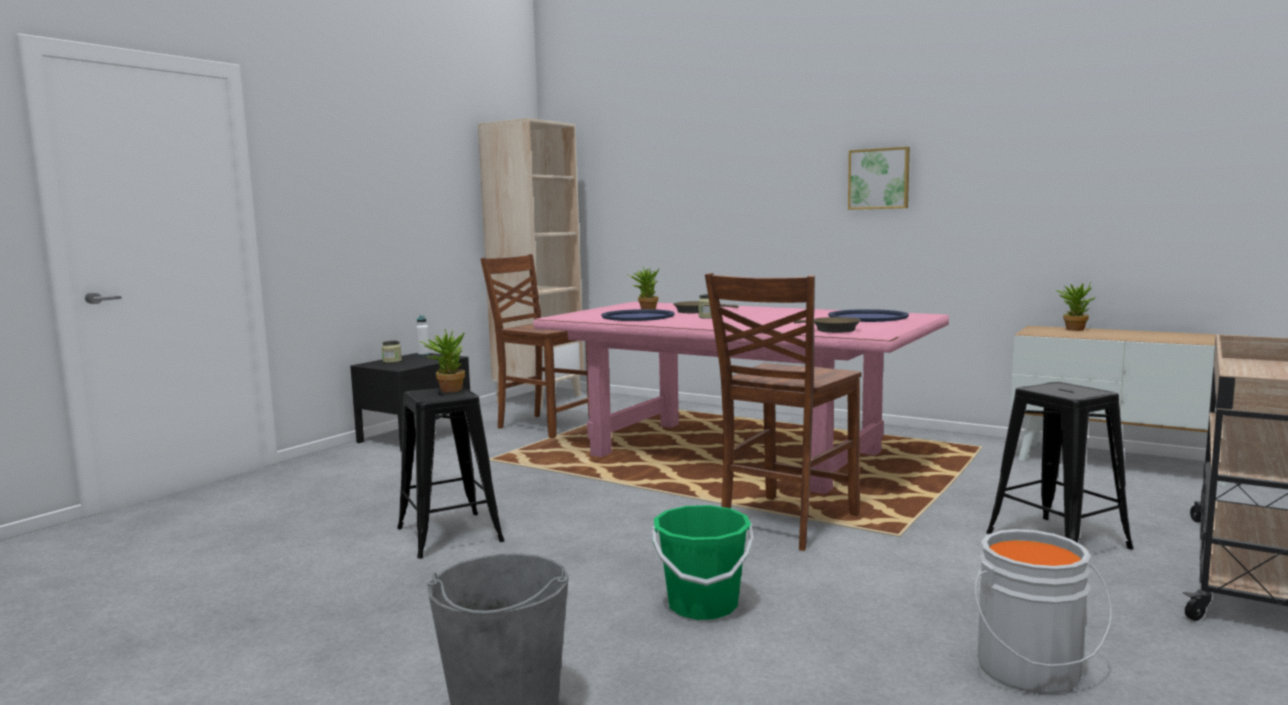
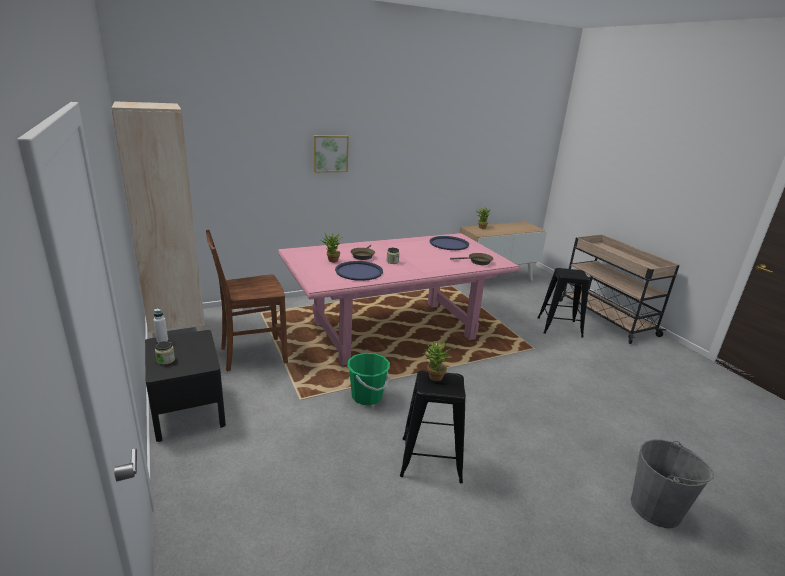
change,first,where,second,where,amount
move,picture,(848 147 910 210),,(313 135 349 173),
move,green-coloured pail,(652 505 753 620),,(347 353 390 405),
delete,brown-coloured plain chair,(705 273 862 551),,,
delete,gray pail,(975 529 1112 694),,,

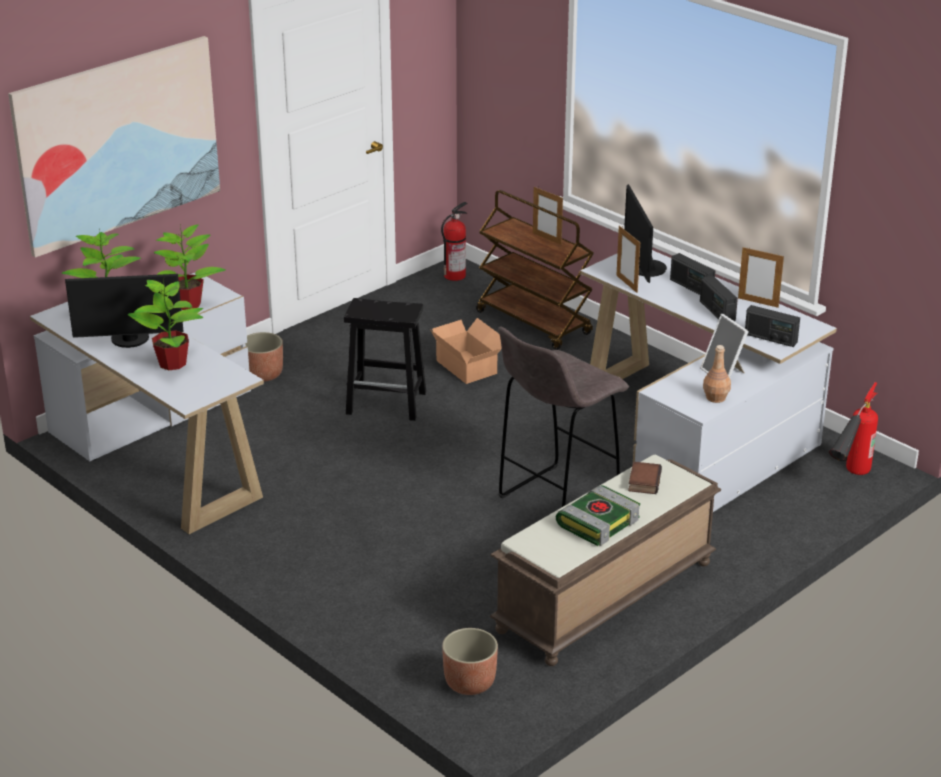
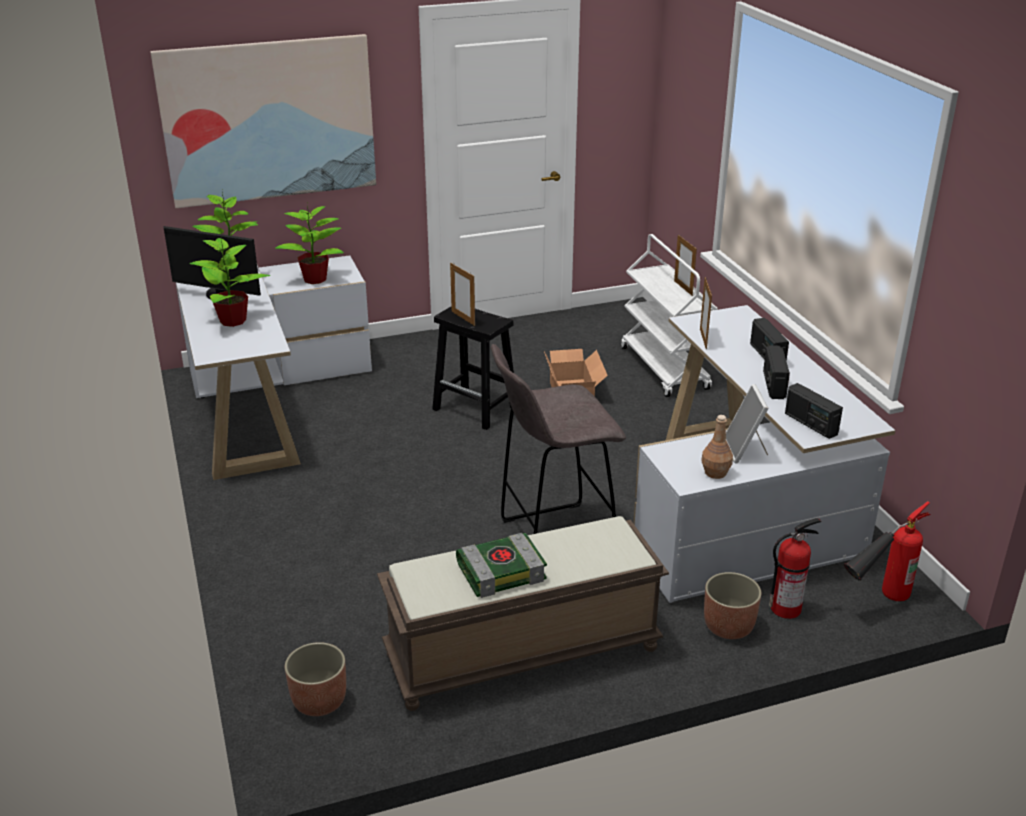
change,first,where,second,where,amount
move,standing frame,(738 247 784 308),,(450 263 475 326),
recolor,brown-coloured cart,(476 190 594 350),white-coloured cart,(621 234 718 397),
move,plant pot,(245 332 283 382),,(704 572 761 639),
move,fire-fighting cylinder,(441 202 468 281),,(769 518 821 619),
delete,computer display,(624 184 667 283),,,
delete,bound book,(628 462 662 494),,,

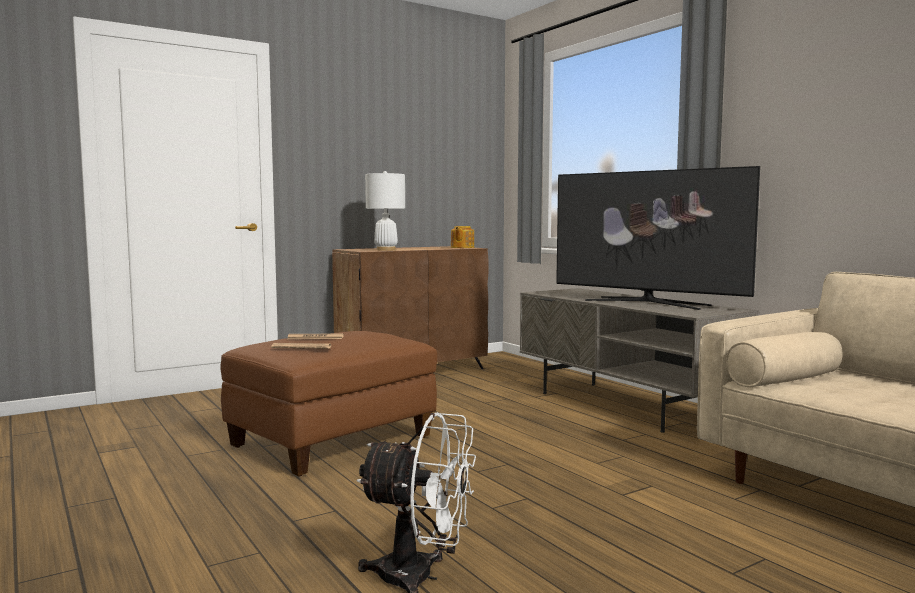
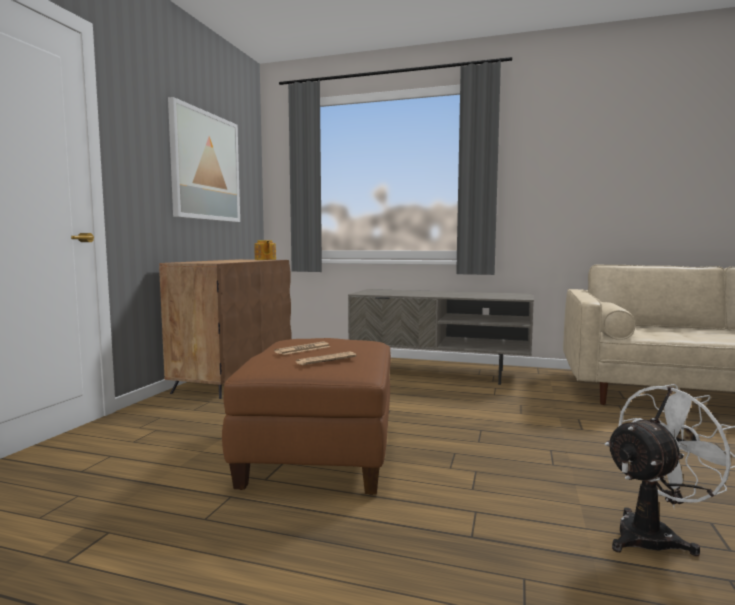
change,first,where,second,where,amount
insert,,,picture,(168 97 240 222),
delete,white-coloured tabletop lamp,(365 171 405 251),,,
delete,television,(556 166 760 310),,,

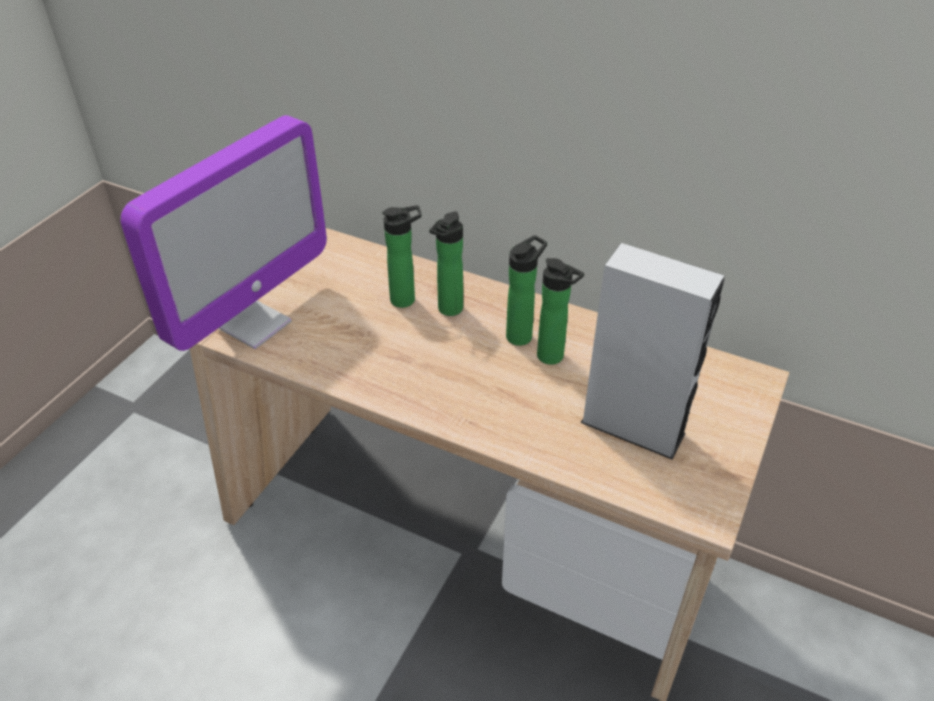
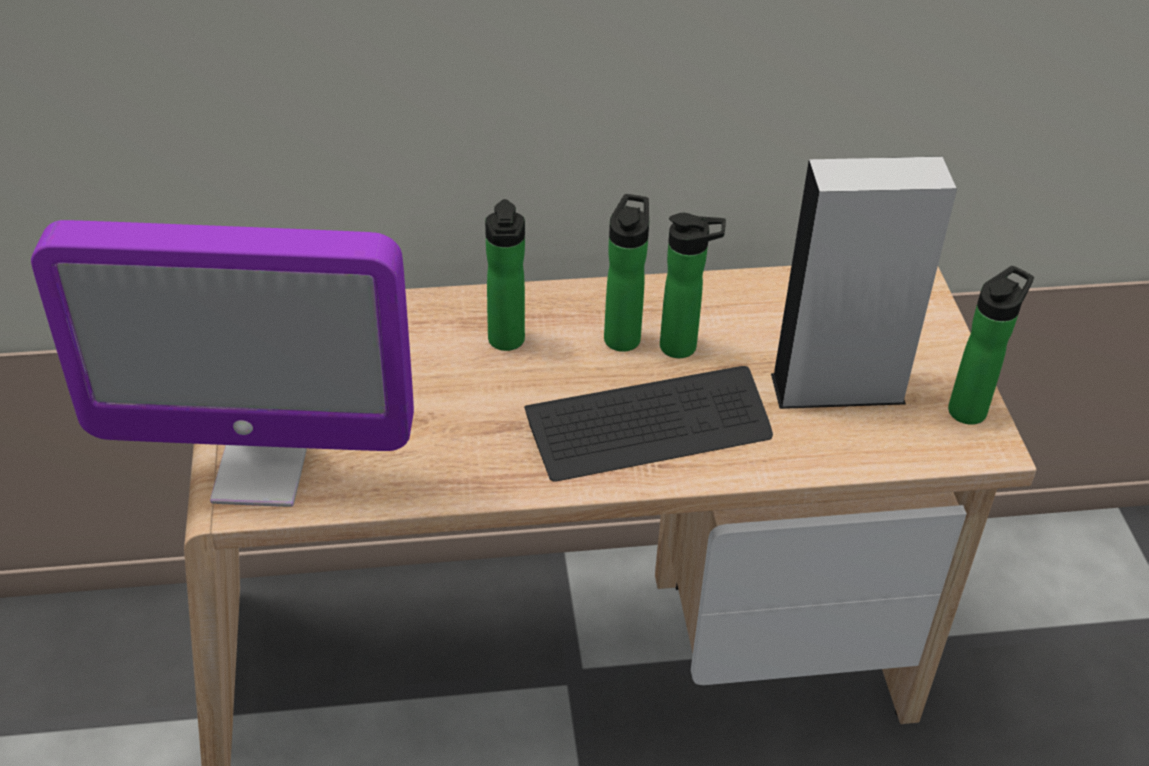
change,first,where,second,where,amount
rotate,computer display,(120 115 327 351),,(31 220 414 507),90 degrees clockwise
insert,,,keyboard,(524 366 773 482),
move,bottle,(382 205 422 308),,(948 266 1034 425),

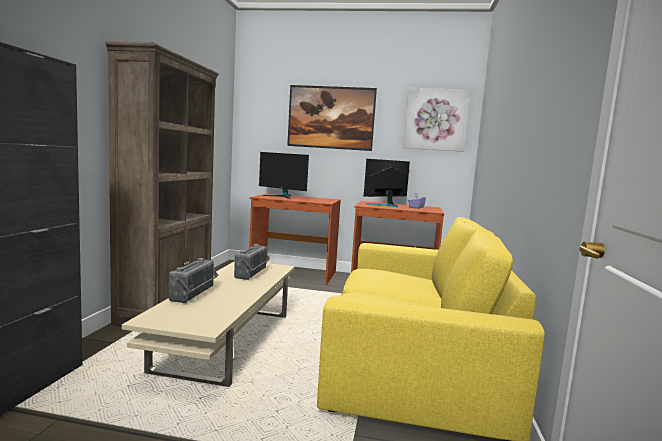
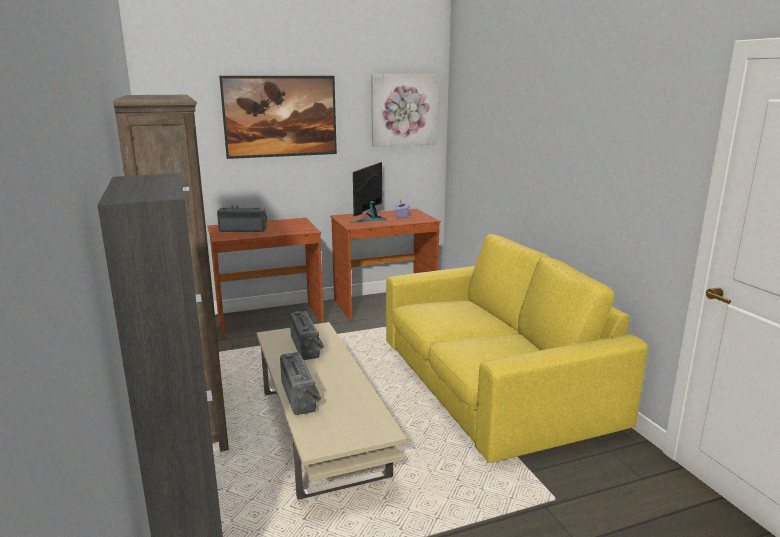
change,first,where,second,where,amount
replace,computer display,(259 152 309 199),radio,(217 205 268 232),

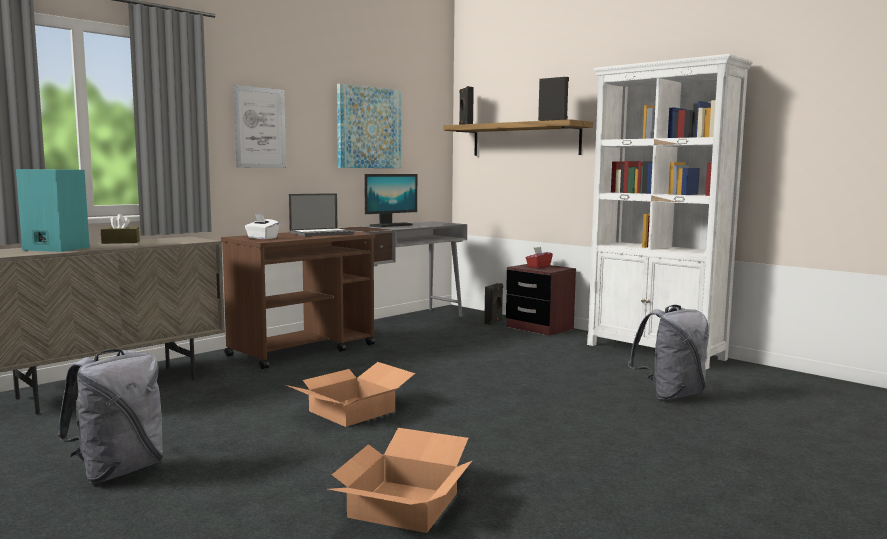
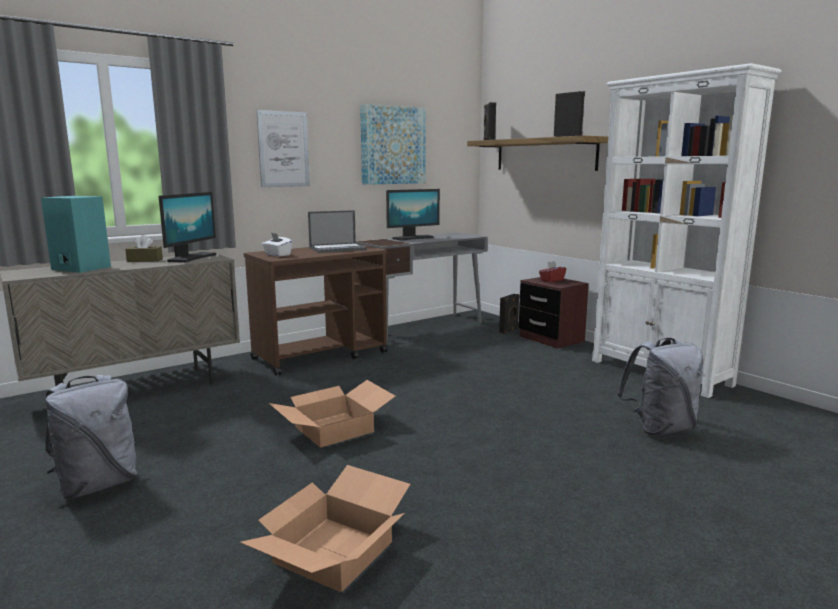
change,first,where,second,where,amount
insert,,,computer display,(159 192 216 263),

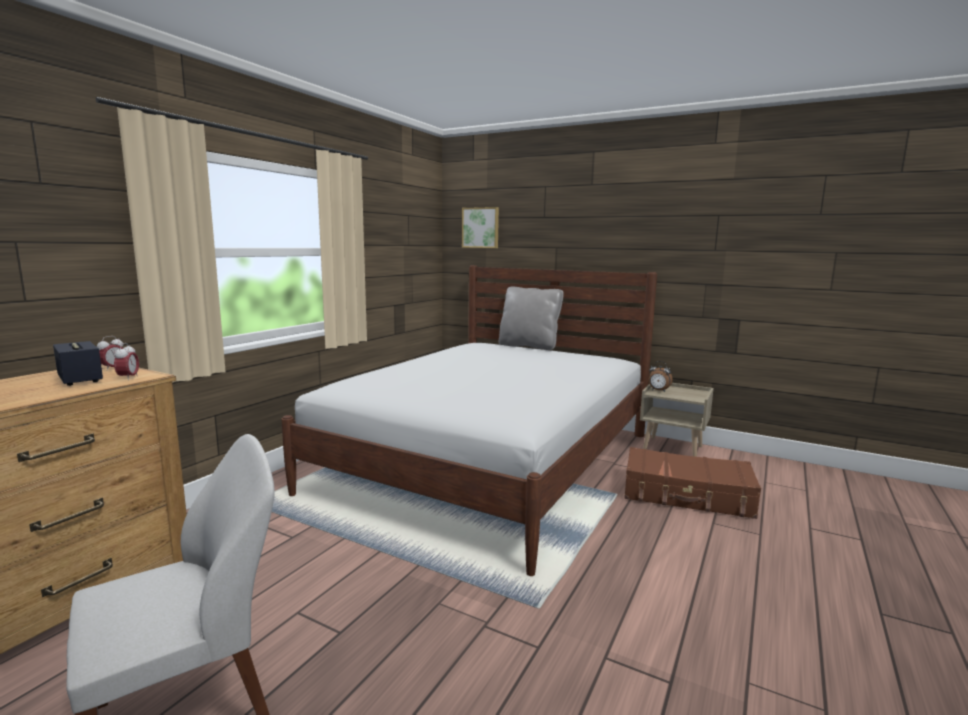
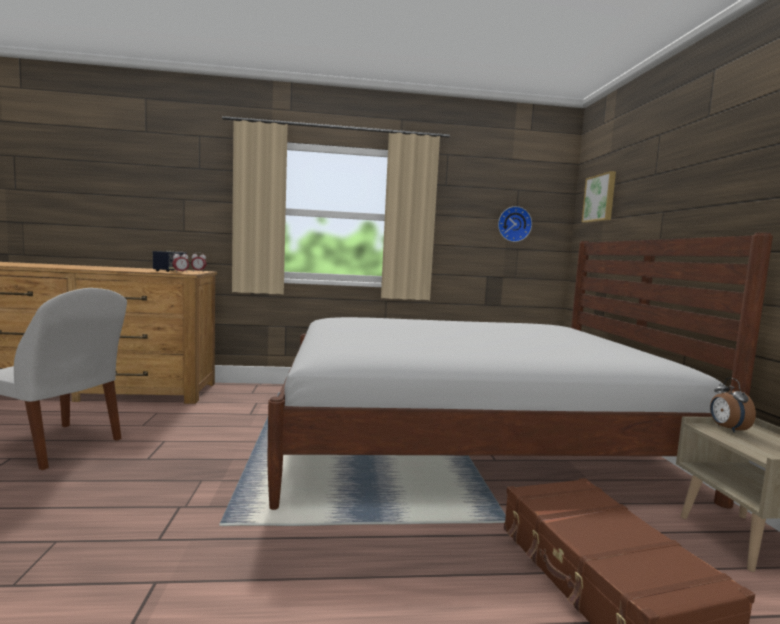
change,first,where,second,where,amount
insert,,,hanging clock,(498 206 532 242),
delete,gray pillow,(499 286 564 350),,,

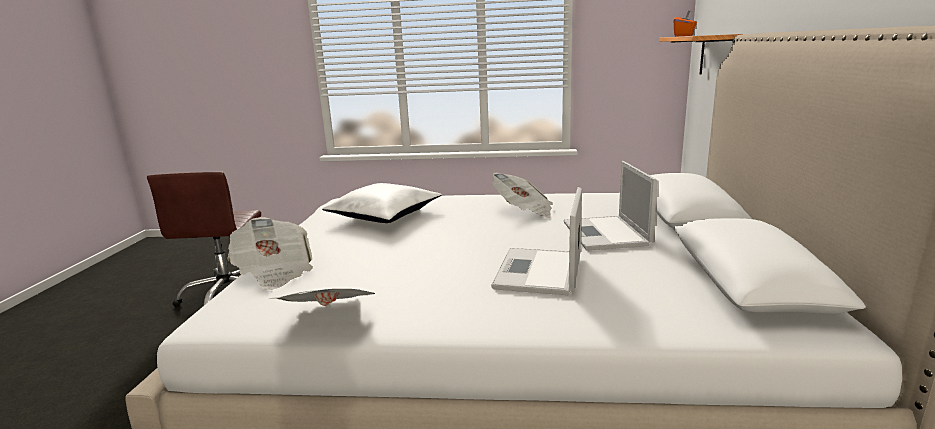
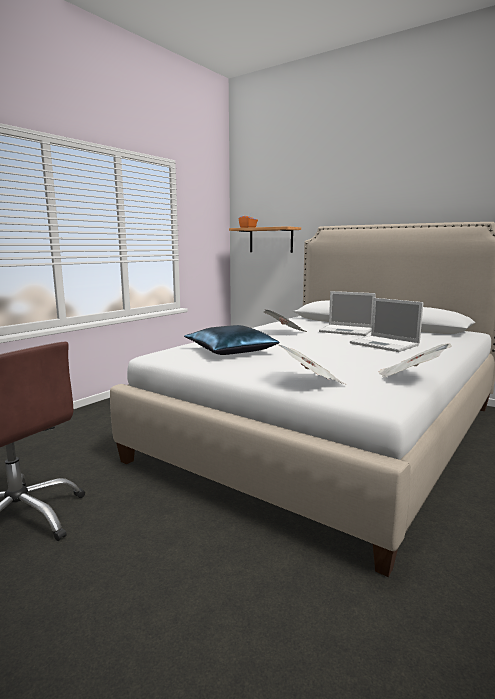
change,first,where,second,where,amount
recolor,white-coloured pillow,(322 183 442 223),bluish pillow,(184 325 279 355),

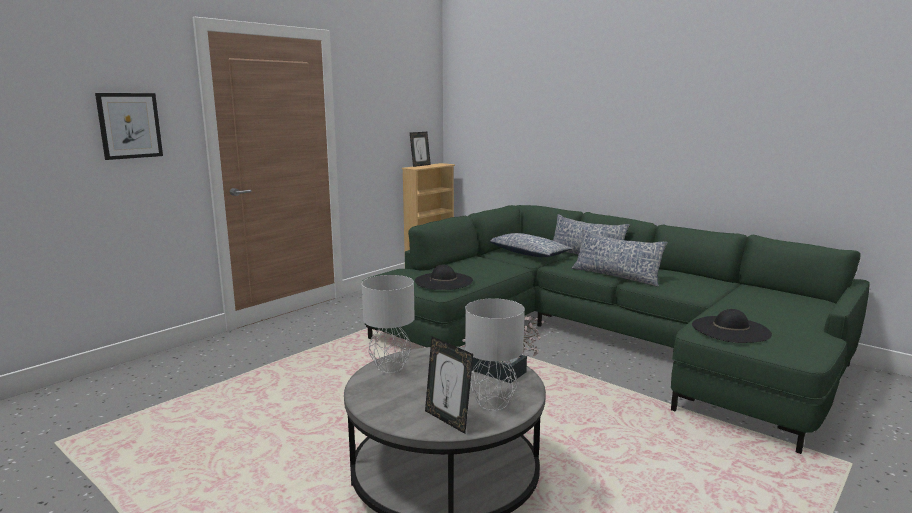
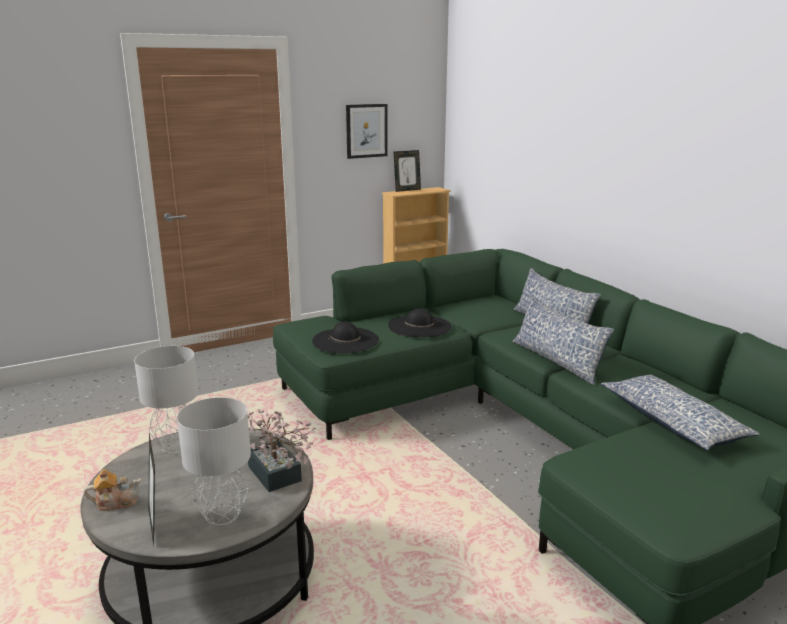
change,first,where,second,where,amount
insert,,,tea pot,(84 469 141 511),
move,picture,(95 93 163 160),,(346 104 388 159),
move,blackish wearable hat,(692 309 772 343),,(388 308 451 337),
move,pillow,(490 233 573 257),,(601 375 760 451),

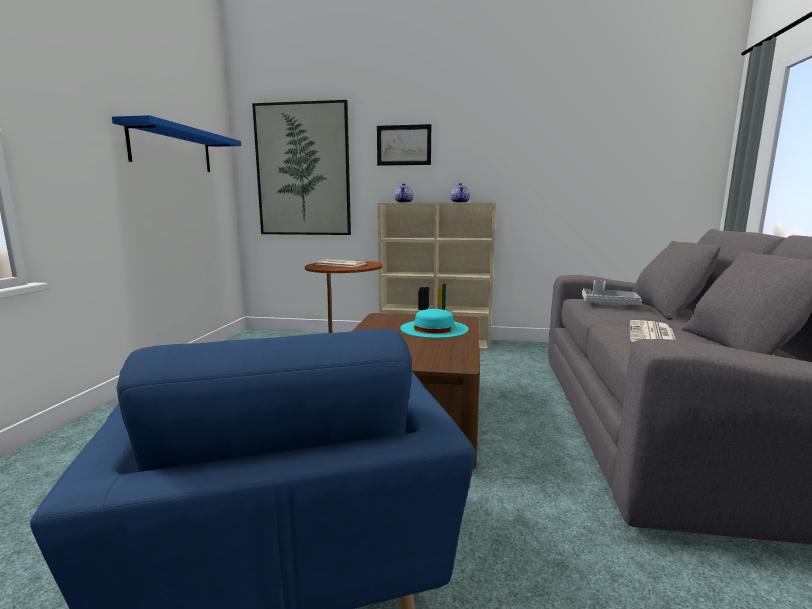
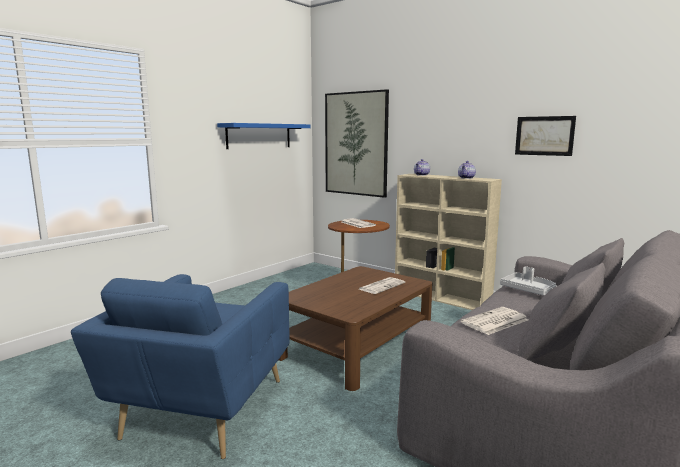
change,first,where,second,where,amount
replace,turquoise wearable hat,(400 309 468 338),newspaper,(359 277 405 294),
move,picture,(377 124 431 166),,(515 116 576 156),

